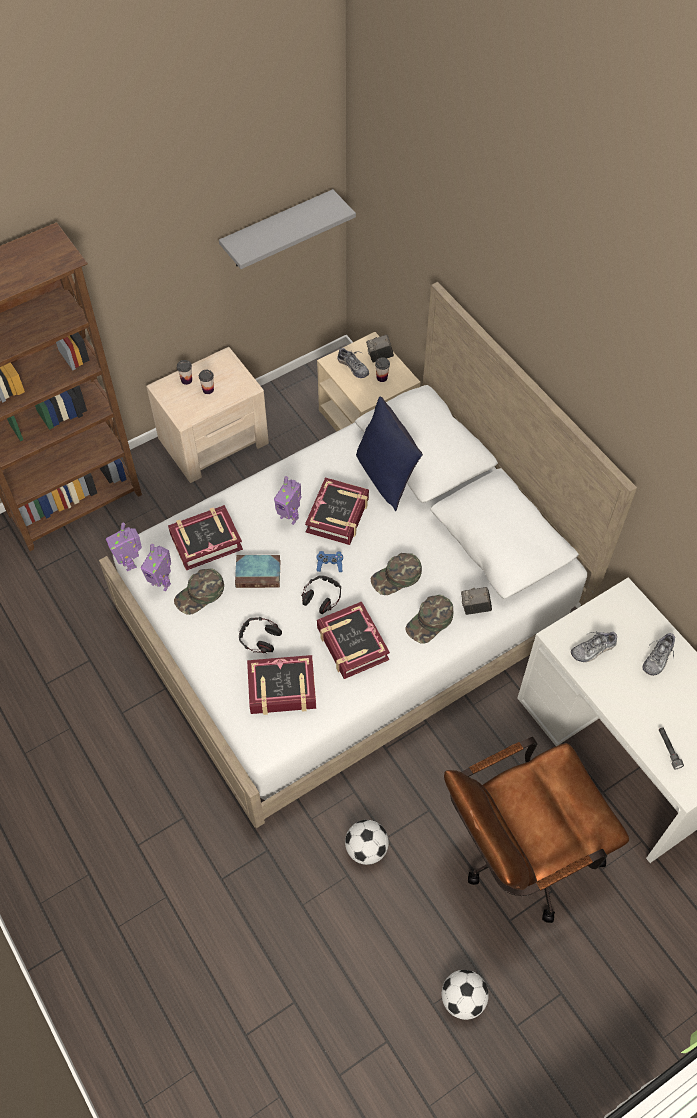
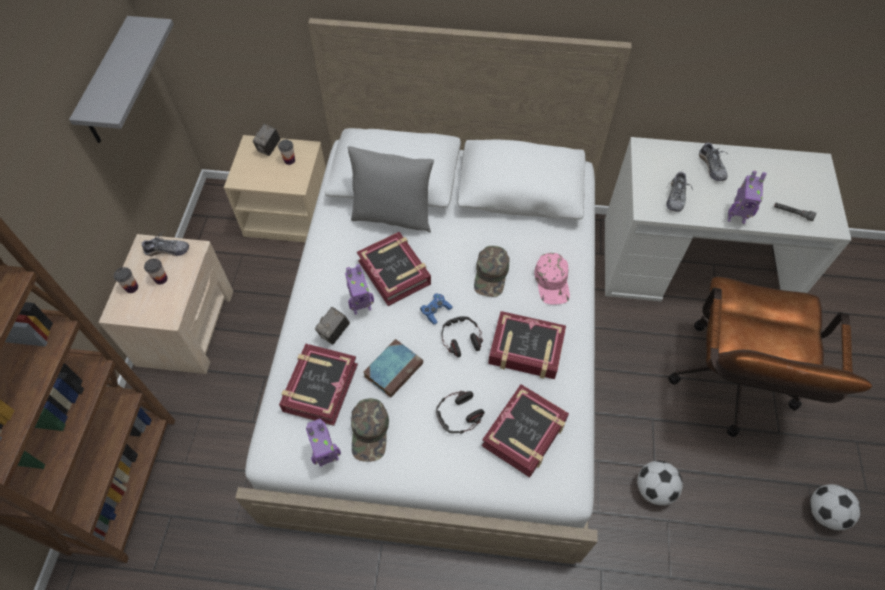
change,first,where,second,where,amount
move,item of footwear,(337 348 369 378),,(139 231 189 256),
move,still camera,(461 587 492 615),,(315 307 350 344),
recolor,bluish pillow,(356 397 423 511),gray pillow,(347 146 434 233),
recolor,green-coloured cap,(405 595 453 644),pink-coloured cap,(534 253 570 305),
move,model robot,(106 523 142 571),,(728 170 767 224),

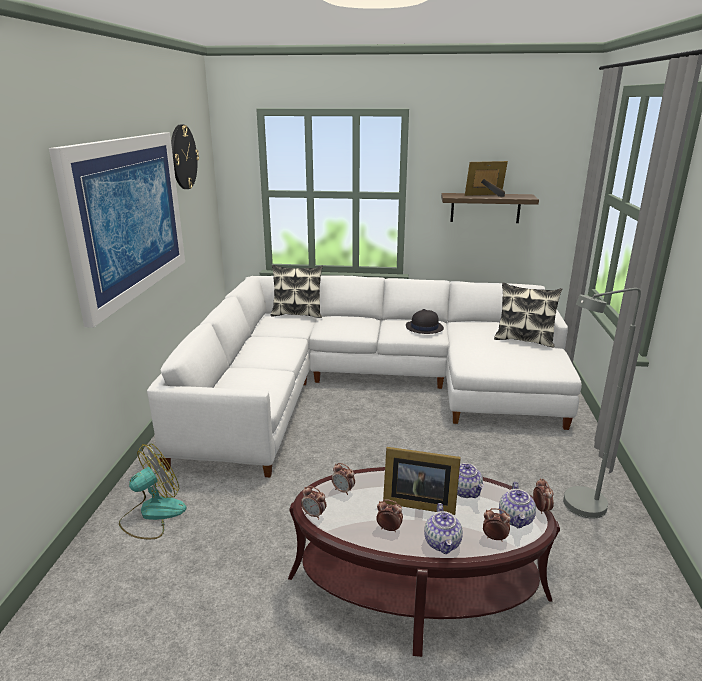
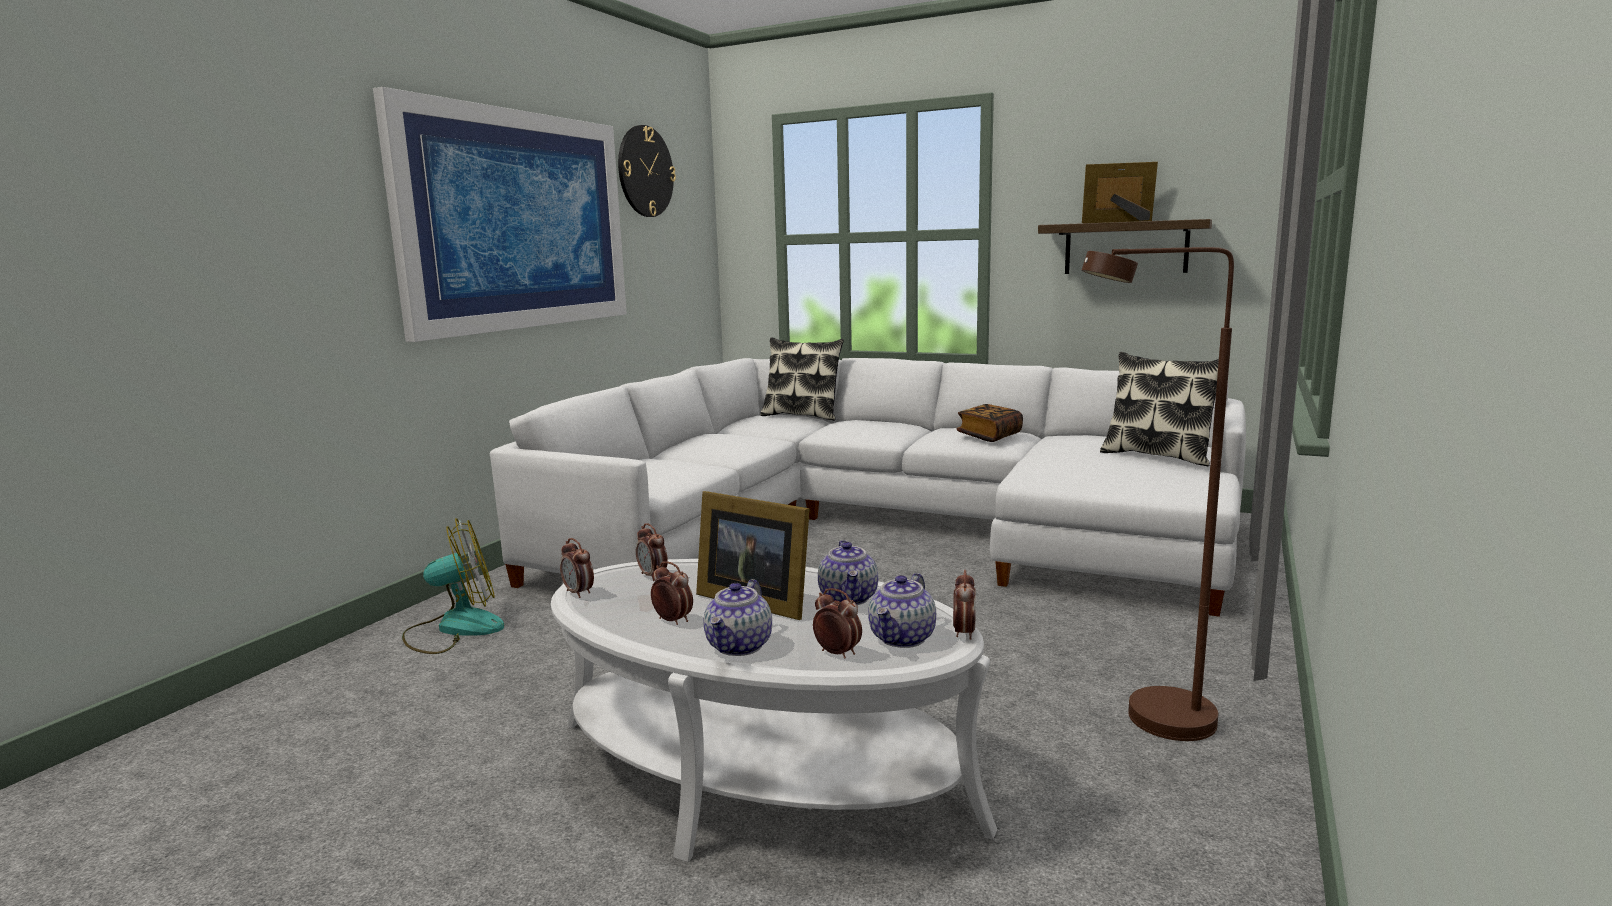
change,first,where,second,where,amount
recolor,brown-coloured low table,(288 467 560 657),white-coloured low table,(551 559 997 862),
replace,blackish wearable hat,(406 309 444 334),bound book,(957 404 1023 442),
recolor,gray standing lamp,(563 288 641 519),brown-coloured standing lamp,(1082 247 1234 741),

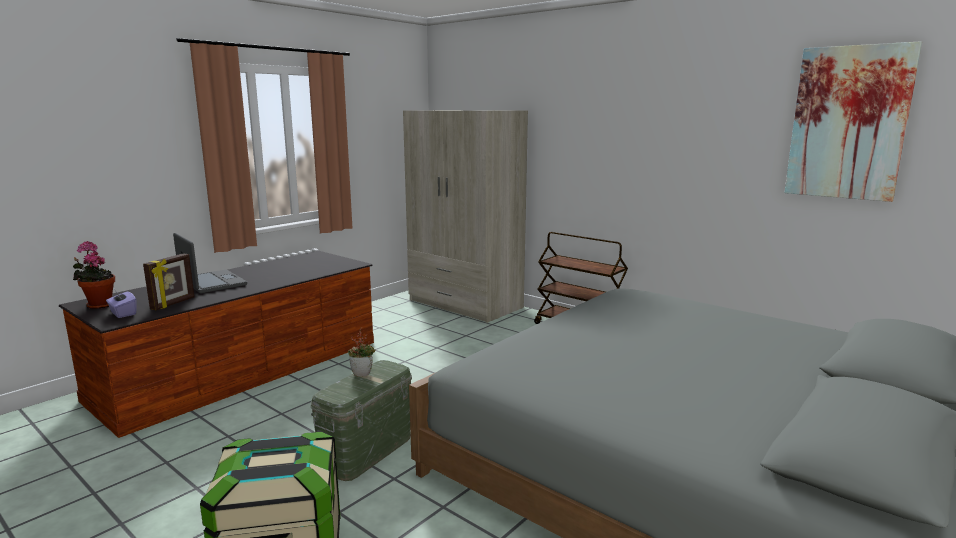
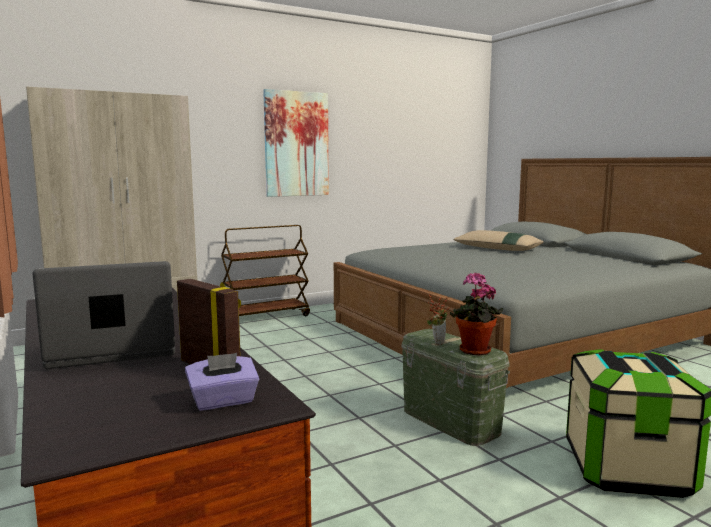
change,first,where,second,where,amount
move,picture,(784 41 922 202),,(263 89 329 197),
move,houseplant,(73 241 115 309),,(450 273 503 356),
insert,,,sand-coloured pillow,(453 230 544 251),

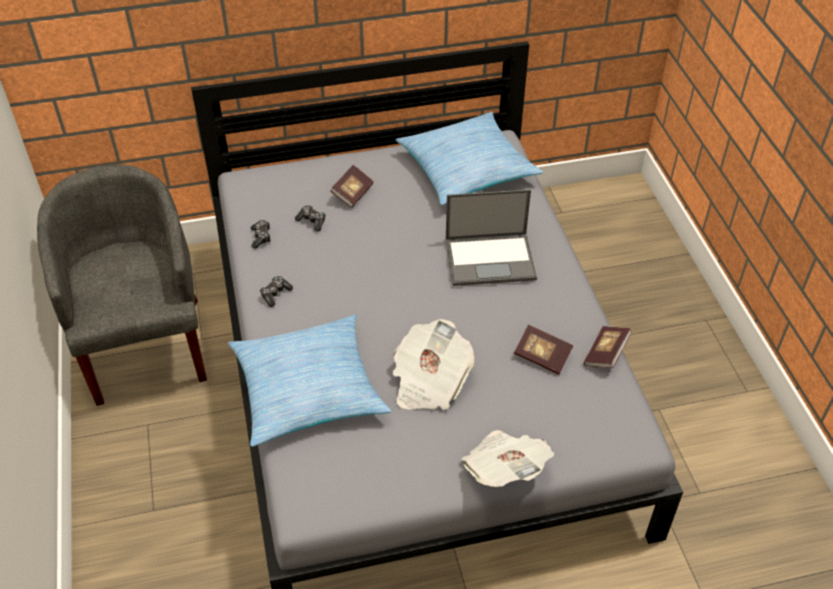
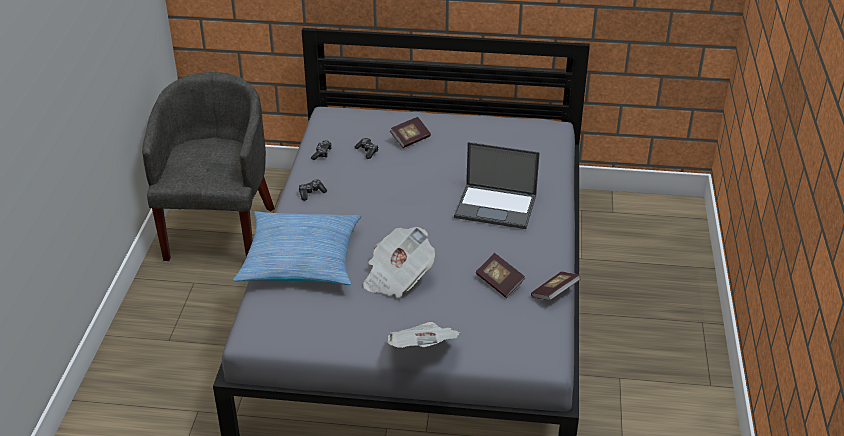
change,first,where,second,where,amount
delete,pillow,(395 111 543 205),,,

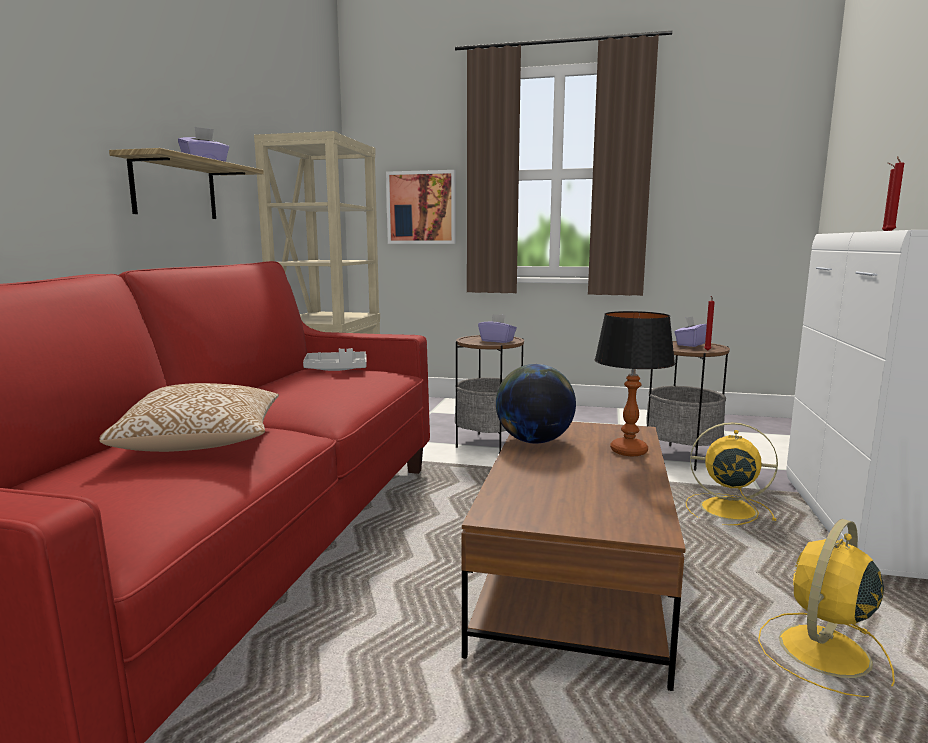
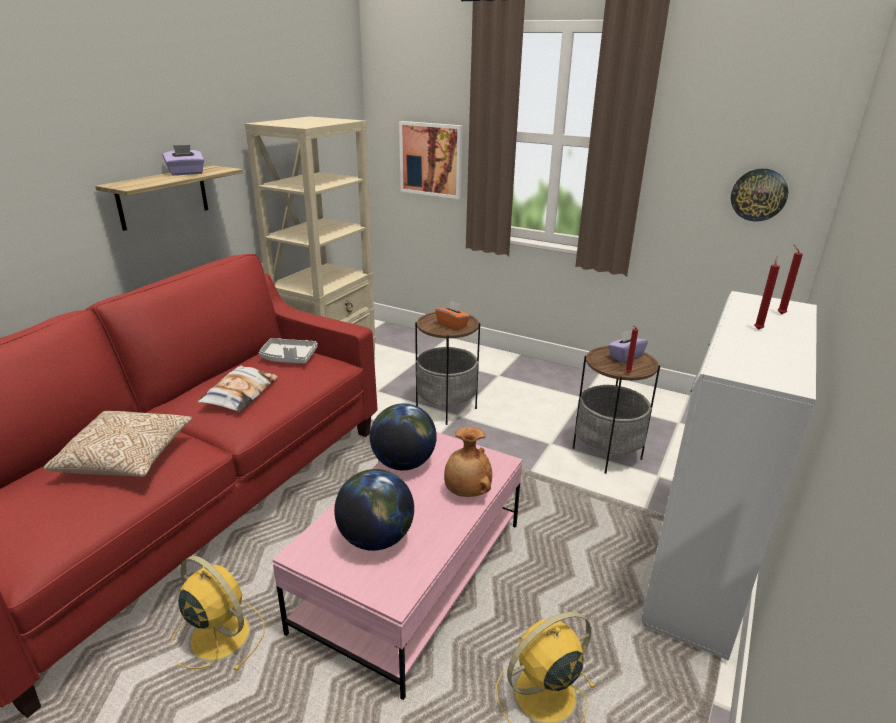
change,first,where,second,where,amount
move,yellow electric fan,(685 422 778 525),,(170 556 264 672),
insert,,,pillow,(197 365 278 412),
recolor,brown-coloured low table,(462 422 686 691),pink-coloured low table,(273 432 523 700),
insert,,,world globe,(334 469 414 551),
recolor,purple-coloured tissue box,(478 314 517 343),orange-coloured tissue box,(435 301 470 331),
replace,tabletop lamp,(595 311 675 456),brown-coloured flower vase,(444 427 492 497),
insert,,,hanging clock,(731 168 788 222),

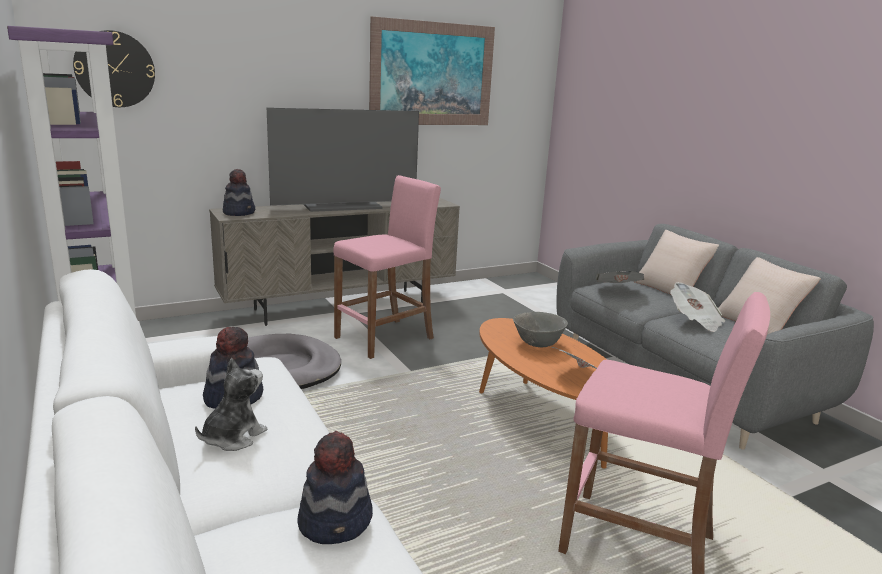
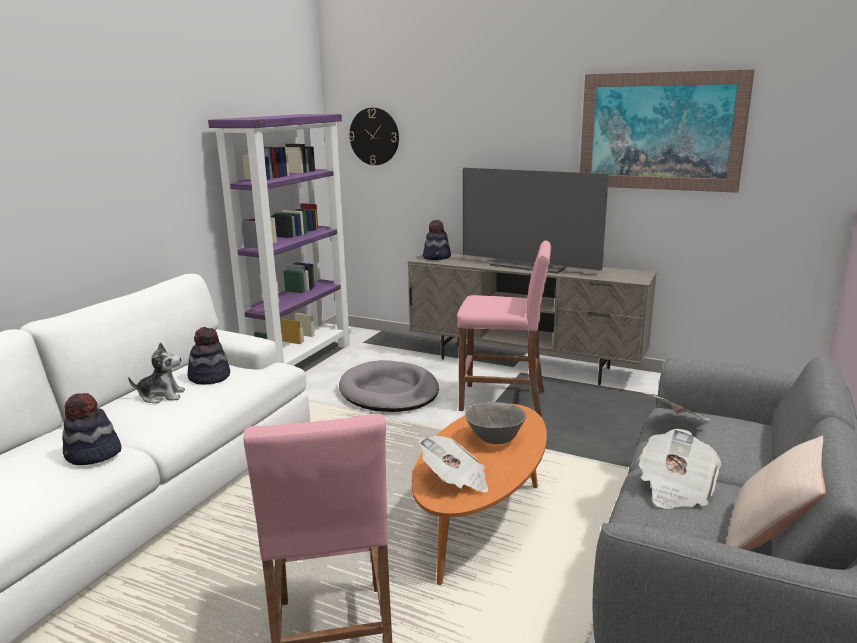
change,first,where,second,where,amount
delete,sand-coloured pillow,(633 230 719 294),,,

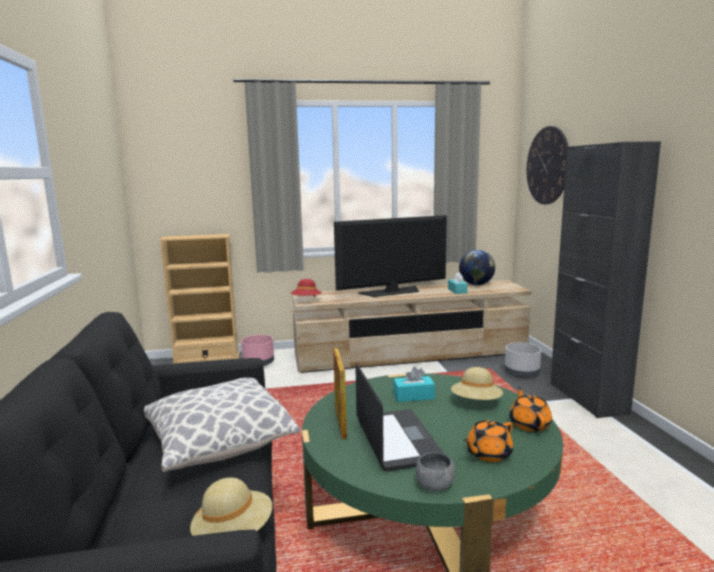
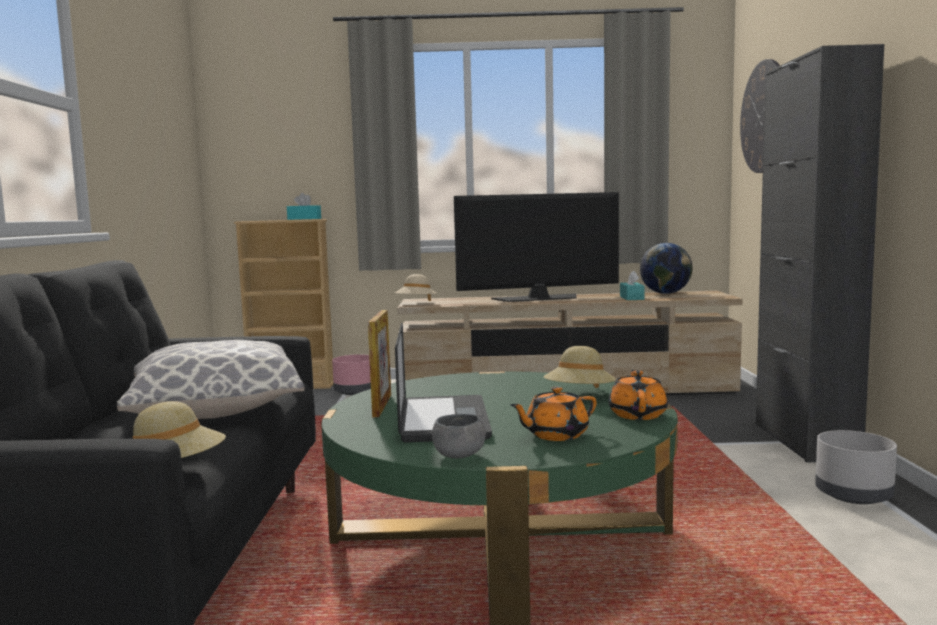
change,first,where,second,where,amount
move,turquoise tissue box,(394 367 435 402),,(287 193 321 220),
recolor,reddish wearable hat,(290 279 322 297),sand-coloured wearable hat,(395 274 437 301),
move,gray plant pot,(505 343 541 378),,(815 430 897 504),

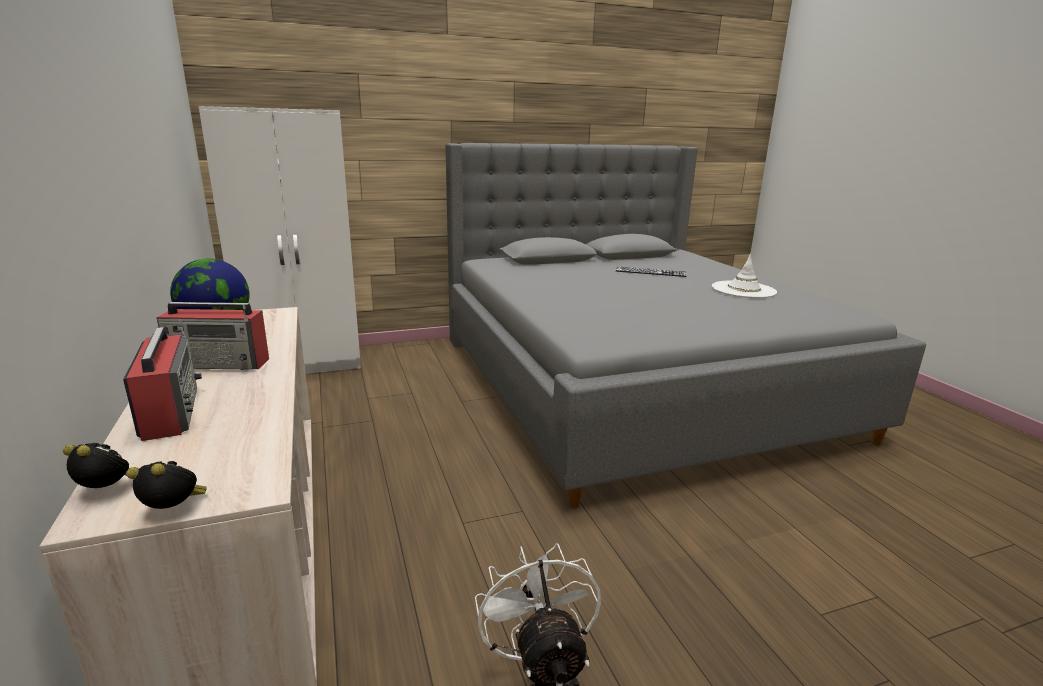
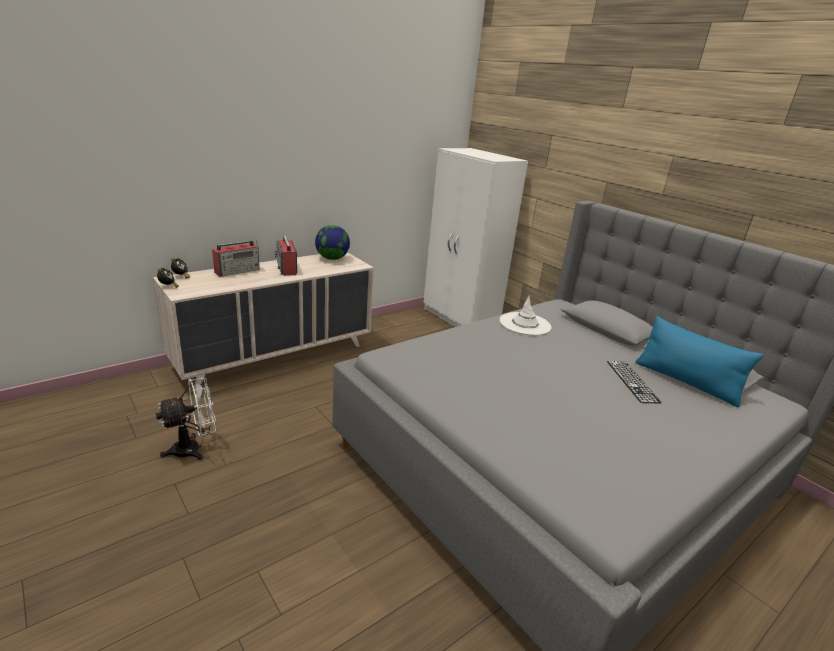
change,first,where,second,where,amount
move,white-coloured wearable hat,(712 253 777 298),,(500 296 551 335),
insert,,,bluish pillow,(635 316 764 407),

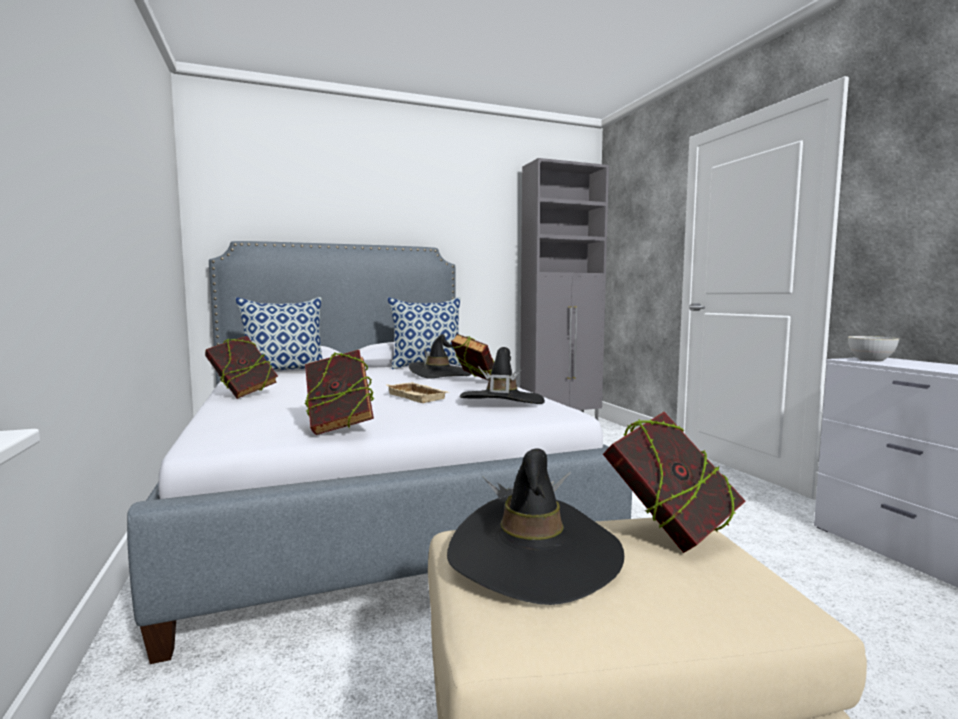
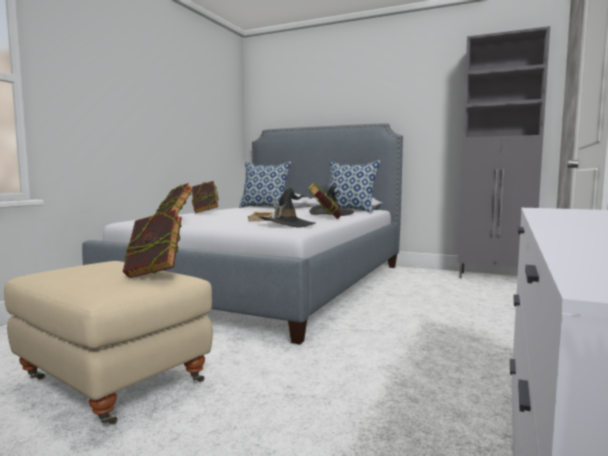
change,first,where,second,where,amount
delete,blackish wearable hat,(447 448 624 605),,,
delete,gray bowl,(848 336 899 362),,,

